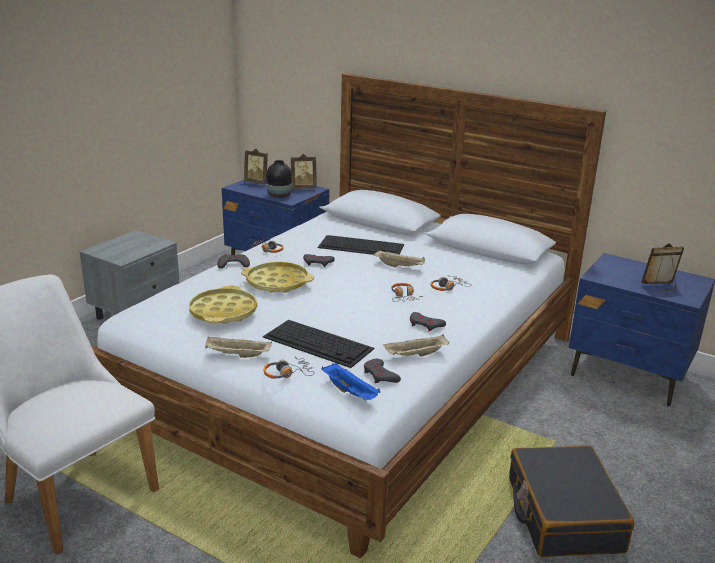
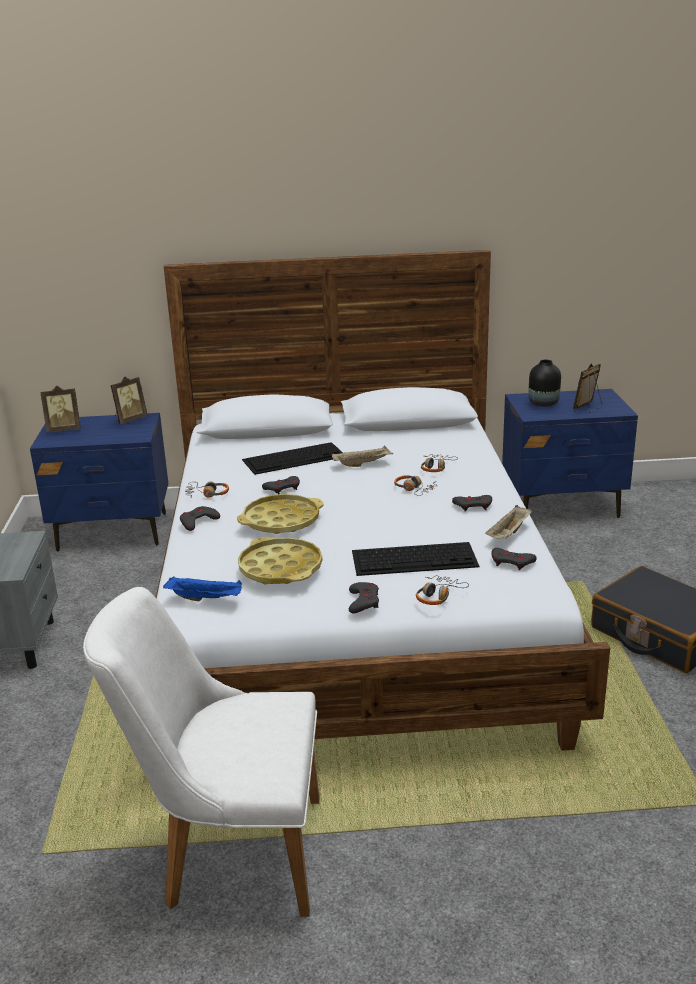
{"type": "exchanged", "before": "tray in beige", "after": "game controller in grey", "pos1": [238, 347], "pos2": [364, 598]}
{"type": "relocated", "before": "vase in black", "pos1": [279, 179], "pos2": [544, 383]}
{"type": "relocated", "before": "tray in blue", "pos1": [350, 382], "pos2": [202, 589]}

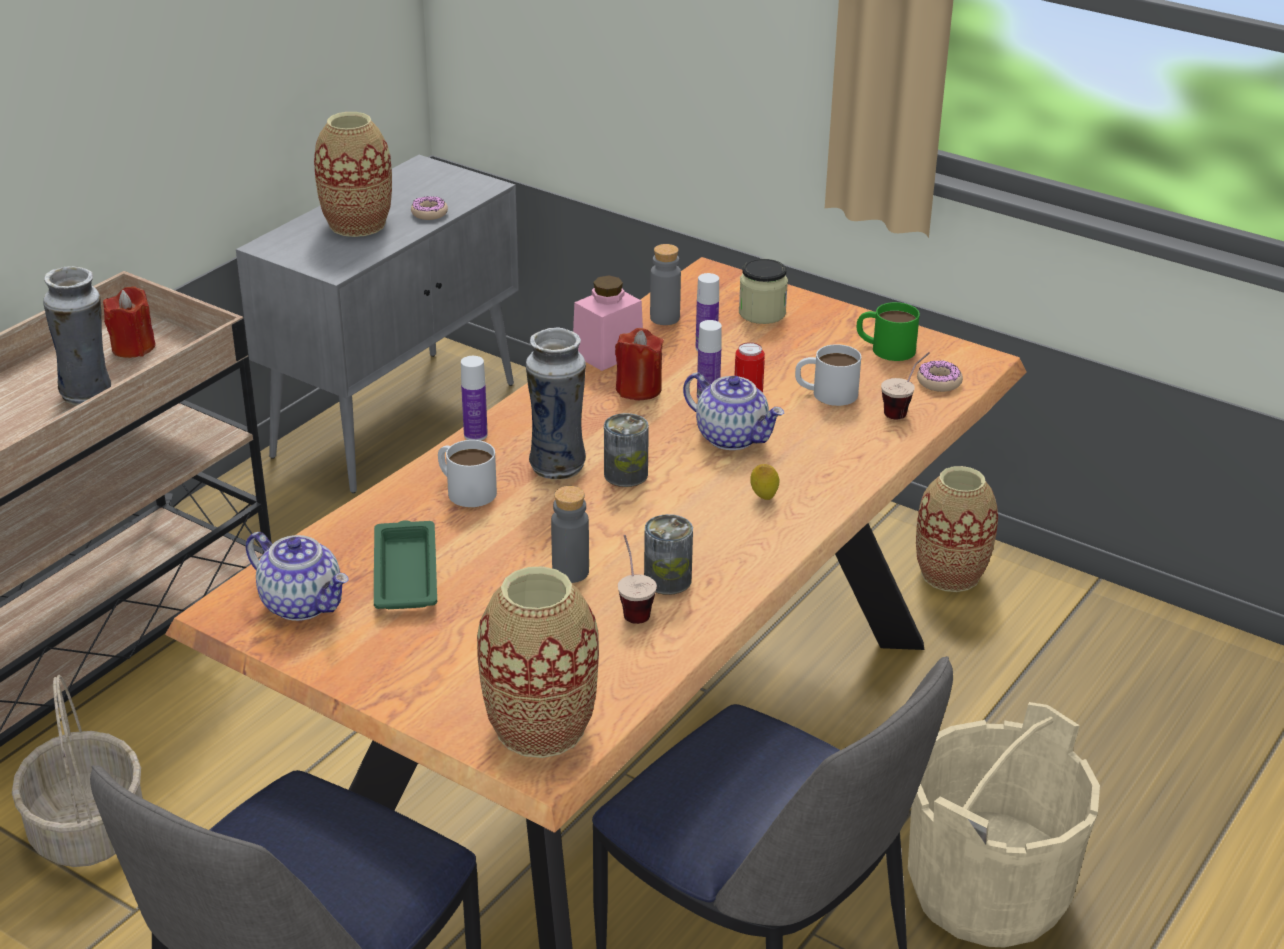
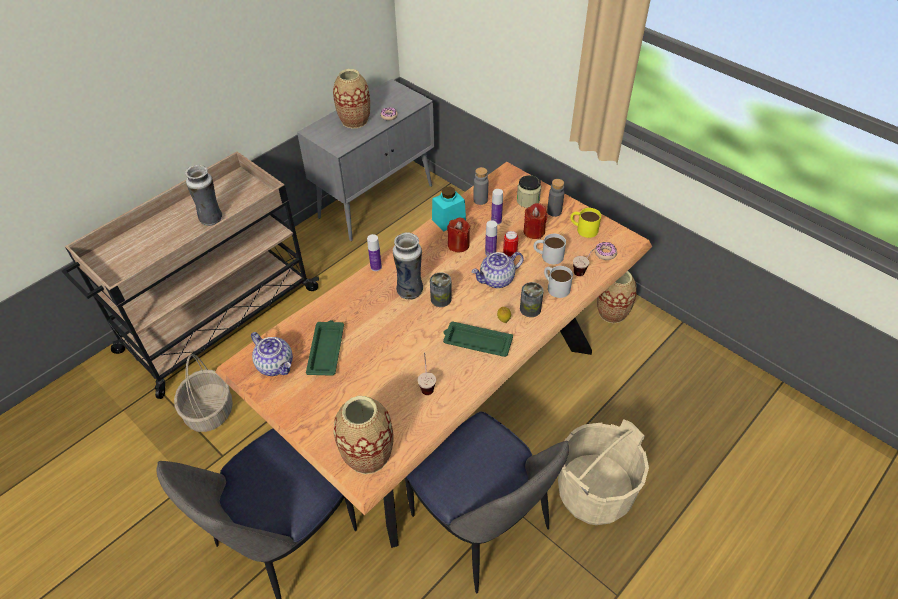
{"type": "relocated", "before": "candle in red", "pos1": [129, 322], "pos2": [535, 221]}
{"type": "relocated", "before": "mug in white", "pos1": [467, 473], "pos2": [558, 282]}
{"type": "relocated", "before": "bottle in grey", "pos1": [570, 534], "pos2": [555, 198]}
{"type": "colour", "before": "jar in pink", "after": "jar in turquoise", "pos1": [608, 323], "pos2": [449, 209]}
{"type": "relocated", "before": "can", "pos1": [668, 554], "pos2": [532, 299]}
{"type": "spun", "before": "teapot", "pos1": [733, 411], "pos2": [497, 270], "turn": 105}
{"type": "colour", "before": "mug in green", "after": "mug in yellow", "pos1": [888, 331], "pos2": [585, 223]}
{"type": "appeared", "after": "tray in green", "pos2": [478, 339]}

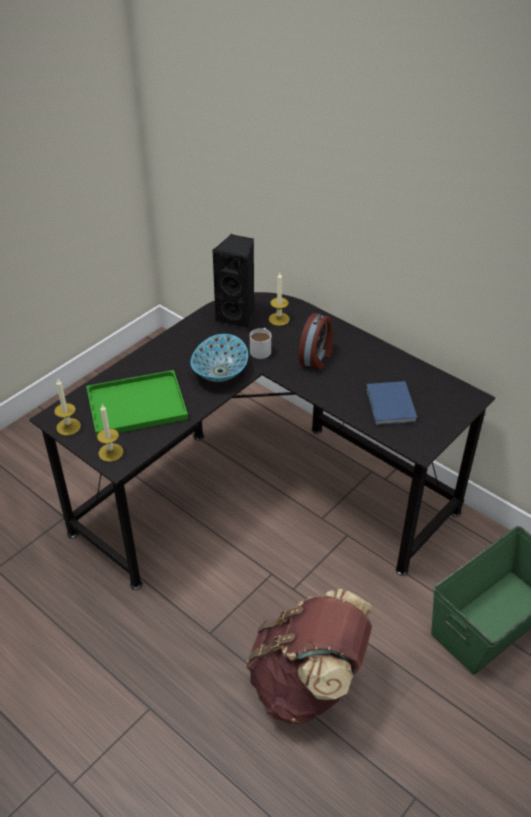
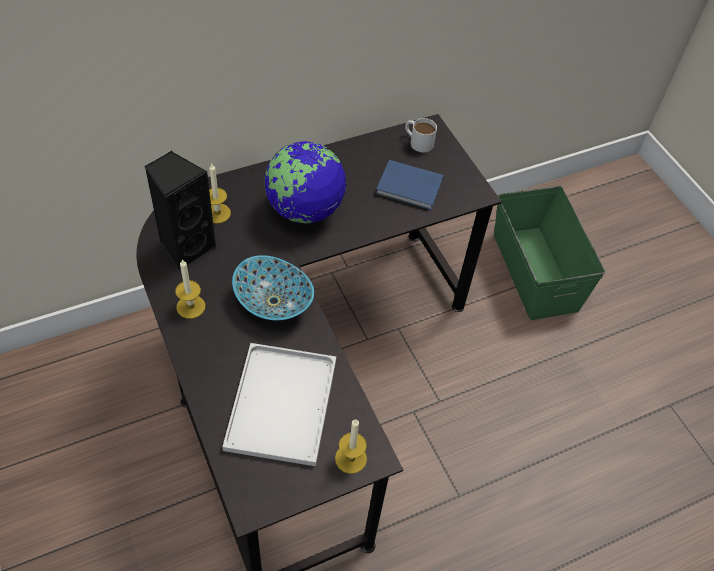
{"type": "relocated", "before": "candle", "pos1": [67, 407], "pos2": [190, 289]}
{"type": "colour", "before": "tray in green", "after": "tray in white", "pos1": [137, 403], "pos2": [279, 404]}
{"type": "missing", "before": "backpack in brown", "pos1": [309, 656]}
{"type": "relocated", "before": "mug in white", "pos1": [260, 343], "pos2": [421, 135]}
{"type": "exchanged", "before": "alarm clock", "after": "globe", "pos1": [316, 341], "pos2": [306, 182]}

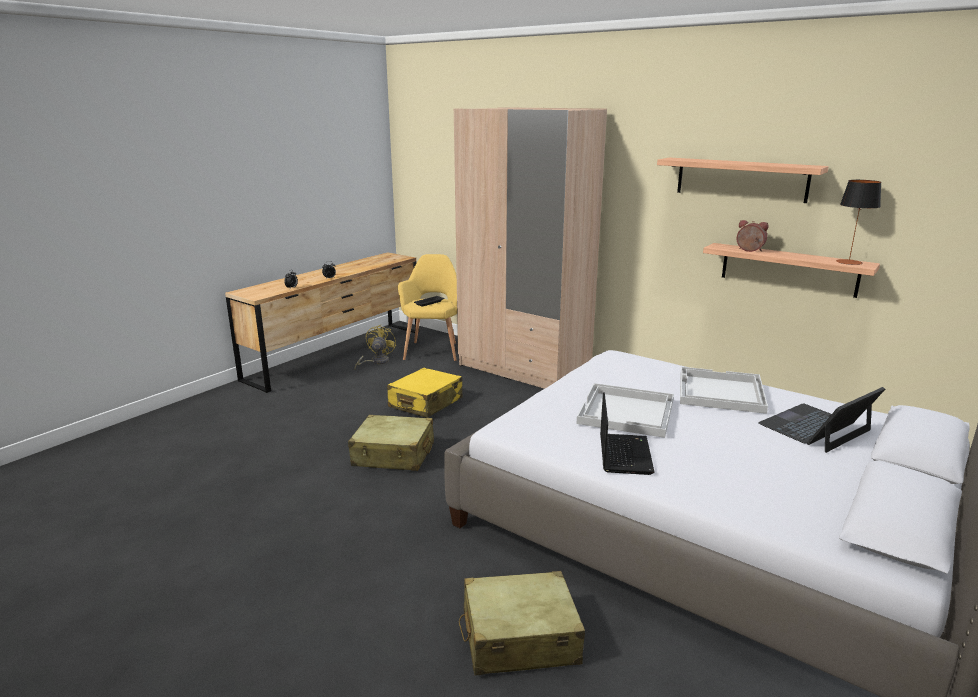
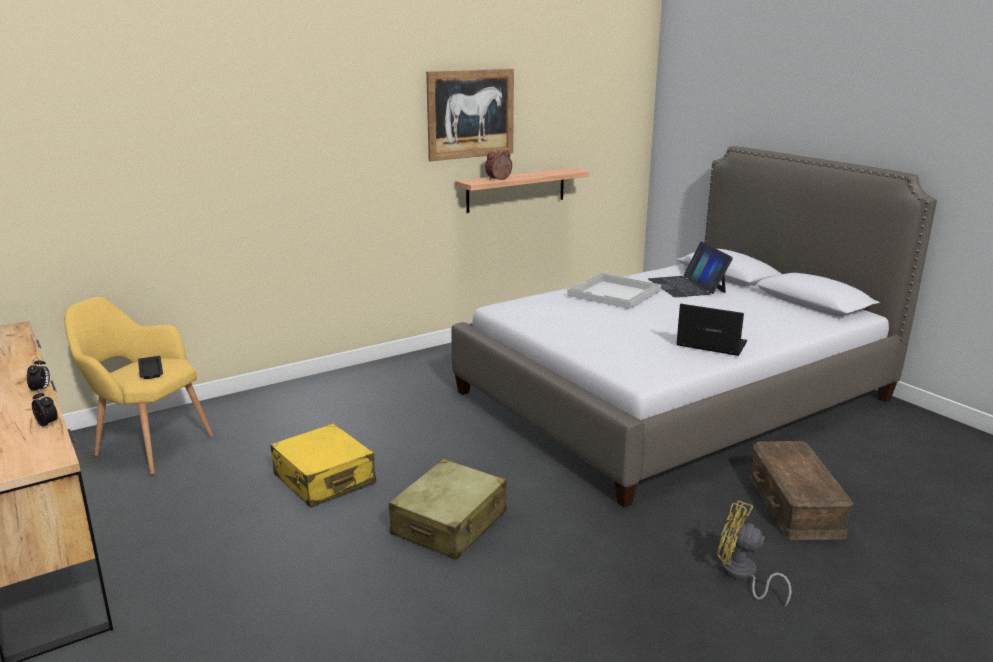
{"type": "relocated", "before": "fan in yellow", "pos1": [375, 346], "pos2": [754, 554]}
{"type": "missing", "before": "wardrobe in beige", "pos1": [530, 248]}
{"type": "exchanged", "before": "suitcase in beige", "after": "storage box in brown", "pos1": [522, 623], "pos2": [801, 490]}
{"type": "missing", "before": "tray in white", "pos1": [625, 410]}
{"type": "exchanged", "before": "shelf", "after": "picture", "pos1": [743, 180], "pos2": [470, 115]}
{"type": "missing", "before": "table lamp", "pos1": [859, 222]}

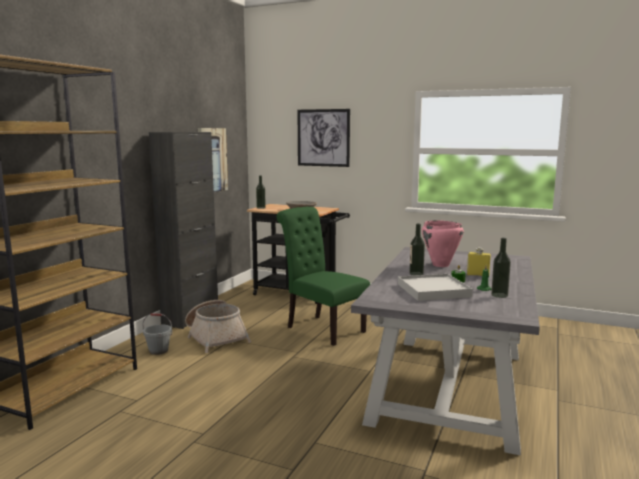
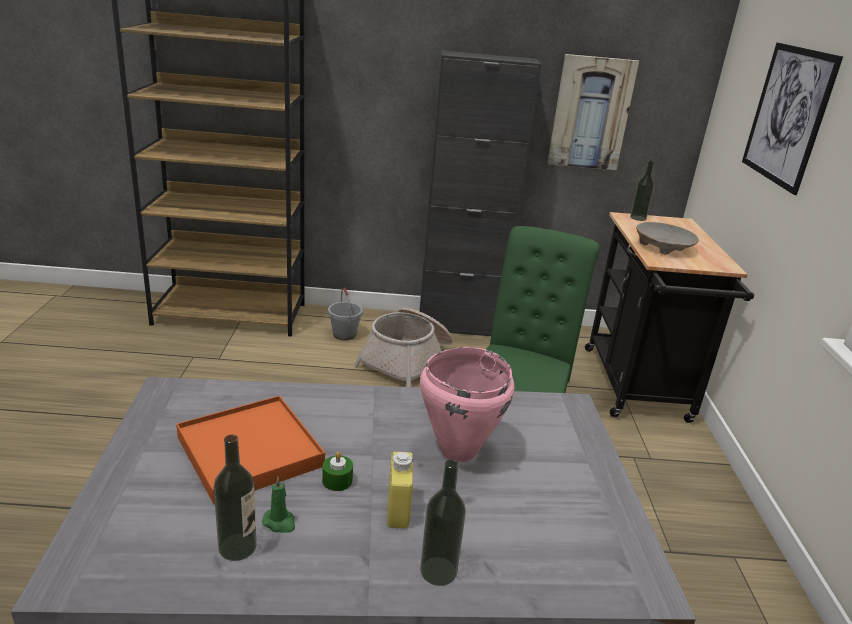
{"type": "colour", "before": "tray in white", "after": "tray in orange", "pos1": [435, 287], "pos2": [250, 450]}
{"type": "relocated", "before": "bottle", "pos1": [417, 249], "pos2": [443, 522]}

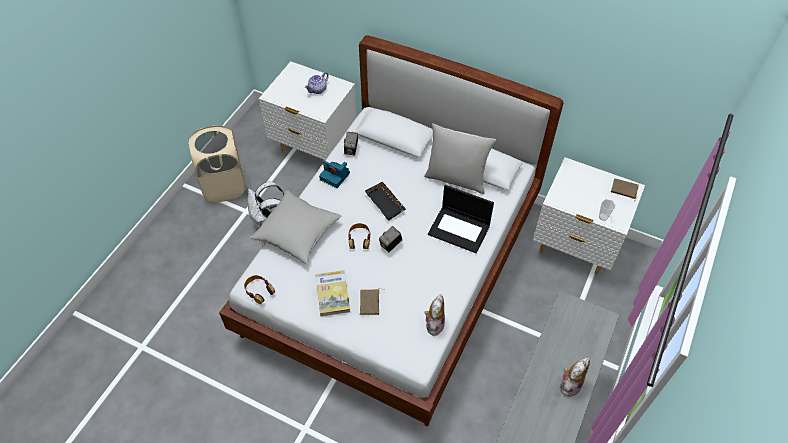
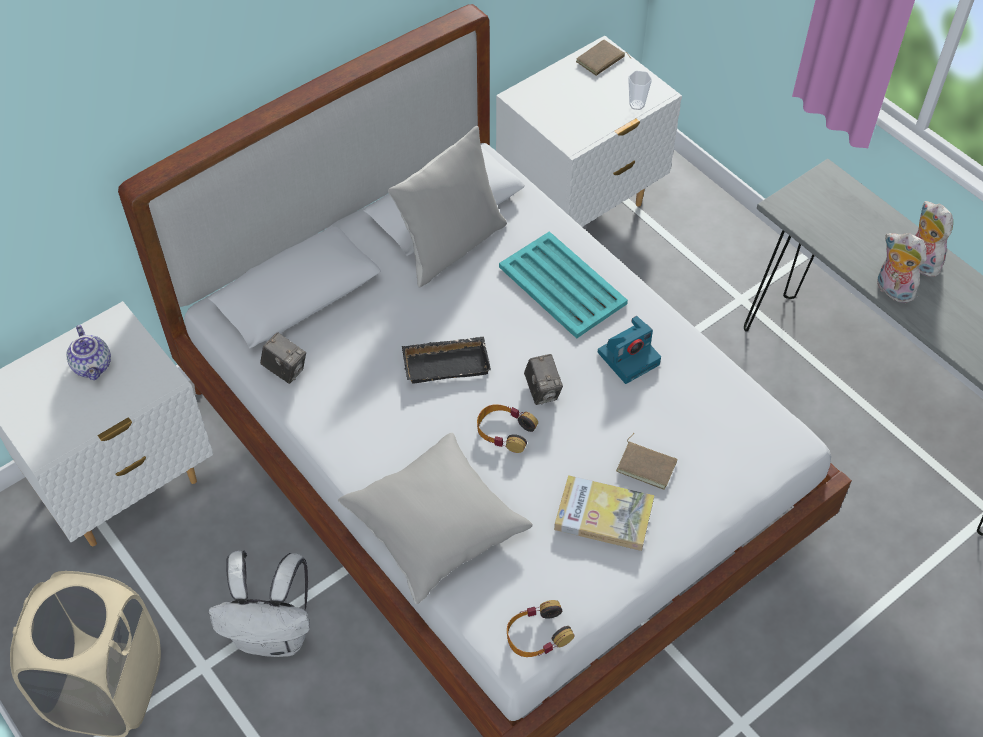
{"type": "relocated", "before": "photo camera", "pos1": [334, 174], "pos2": [629, 350]}
{"type": "relocated", "before": "plush toy", "pos1": [435, 315], "pos2": [902, 268]}
{"type": "exchanged", "before": "laptop", "after": "tray in turquoise", "pos1": [461, 219], "pos2": [563, 285]}

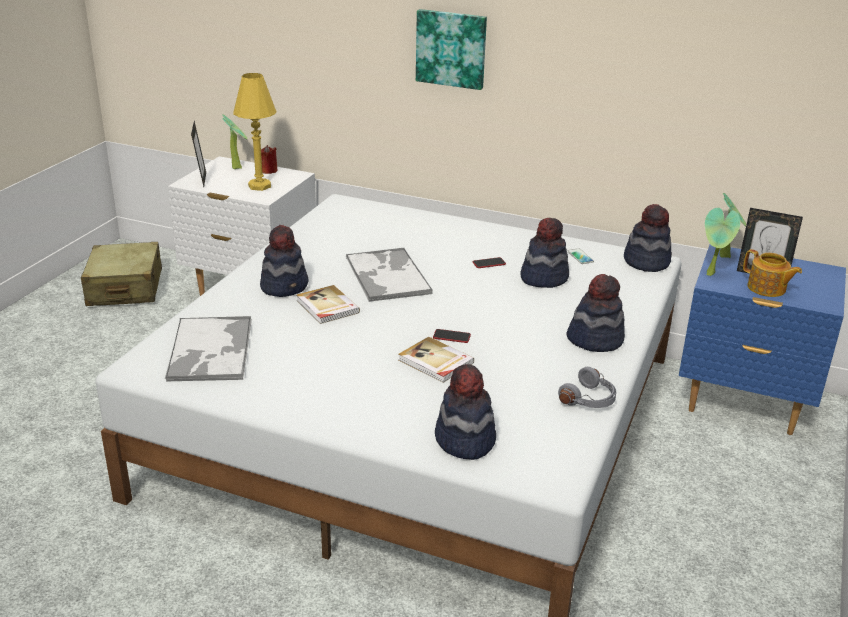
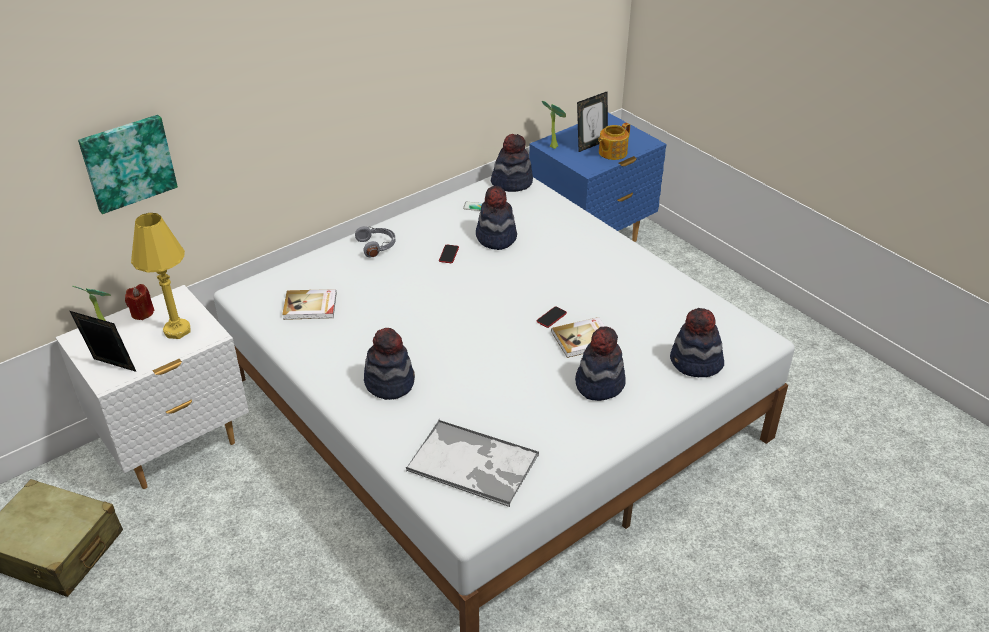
{"type": "relocated", "before": "book", "pos1": [328, 304], "pos2": [309, 304]}
{"type": "missing", "before": "tray", "pos1": [389, 275]}
{"type": "relocated", "before": "picture", "pos1": [451, 49], "pos2": [128, 164]}
{"type": "relocated", "before": "headphones in grey", "pos1": [587, 387], "pos2": [375, 241]}
{"type": "relocated", "before": "hat", "pos1": [595, 313], "pos2": [600, 363]}
{"type": "missing", "before": "potted plant", "pos1": [722, 242]}
{"type": "spun", "before": "teapot", "pos1": [772, 273], "pos2": [614, 141], "turn": 150}

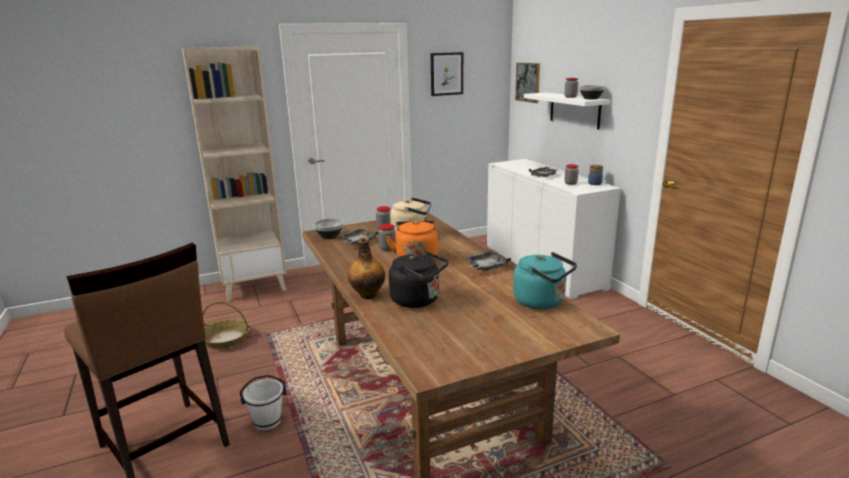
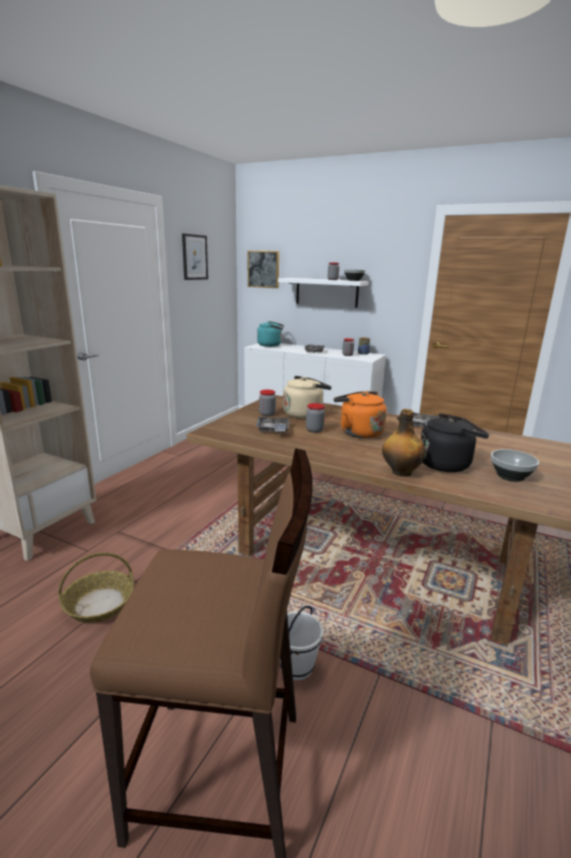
{"type": "relocated", "before": "bowl", "pos1": [328, 228], "pos2": [515, 465]}
{"type": "relocated", "before": "kettle in turquoise", "pos1": [545, 280], "pos2": [270, 334]}

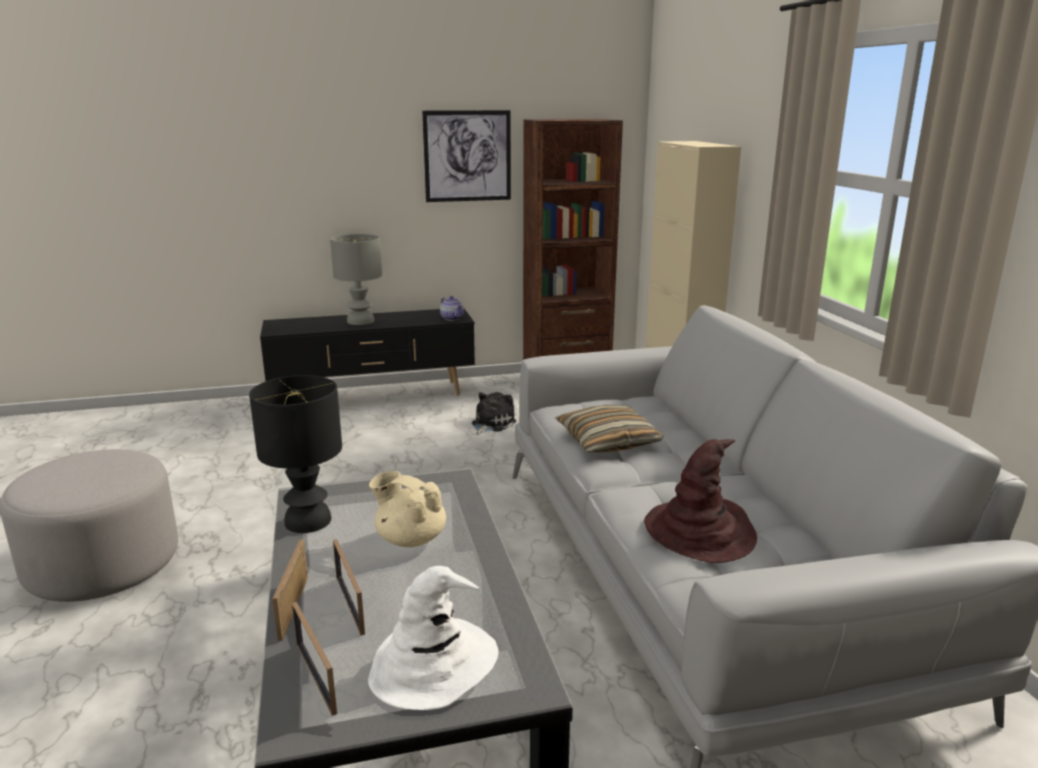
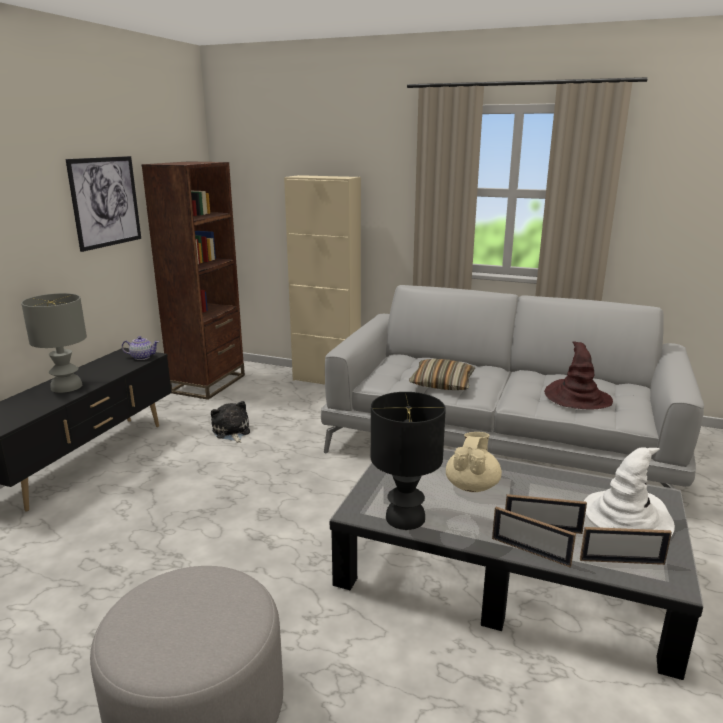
{"type": "spun", "before": "teapot in beige", "pos1": [407, 509], "pos2": [474, 462], "turn": 135}

